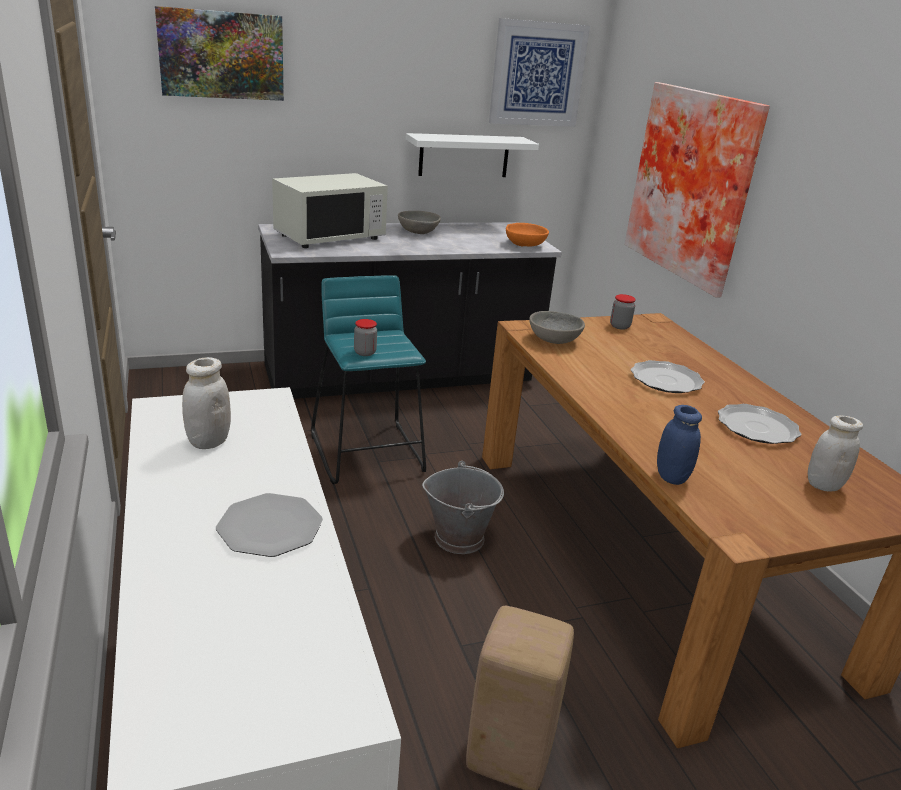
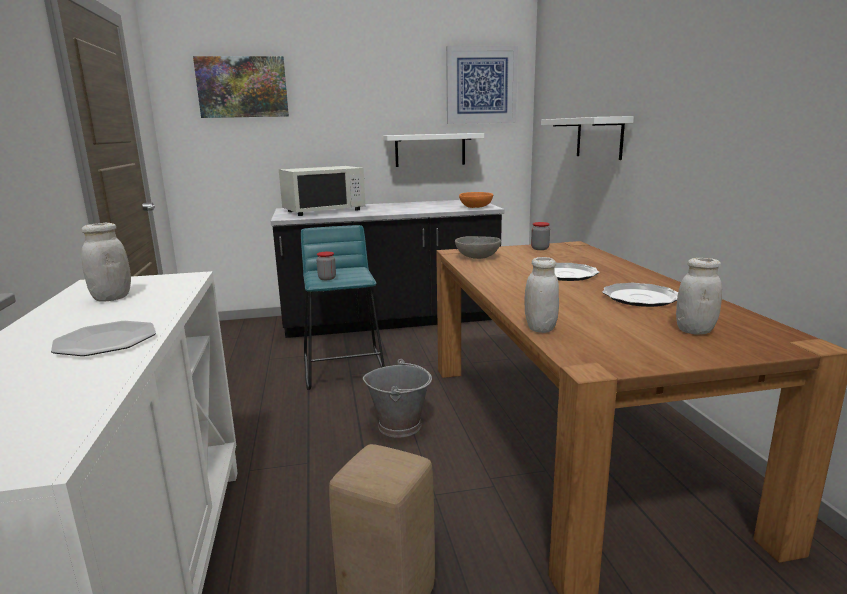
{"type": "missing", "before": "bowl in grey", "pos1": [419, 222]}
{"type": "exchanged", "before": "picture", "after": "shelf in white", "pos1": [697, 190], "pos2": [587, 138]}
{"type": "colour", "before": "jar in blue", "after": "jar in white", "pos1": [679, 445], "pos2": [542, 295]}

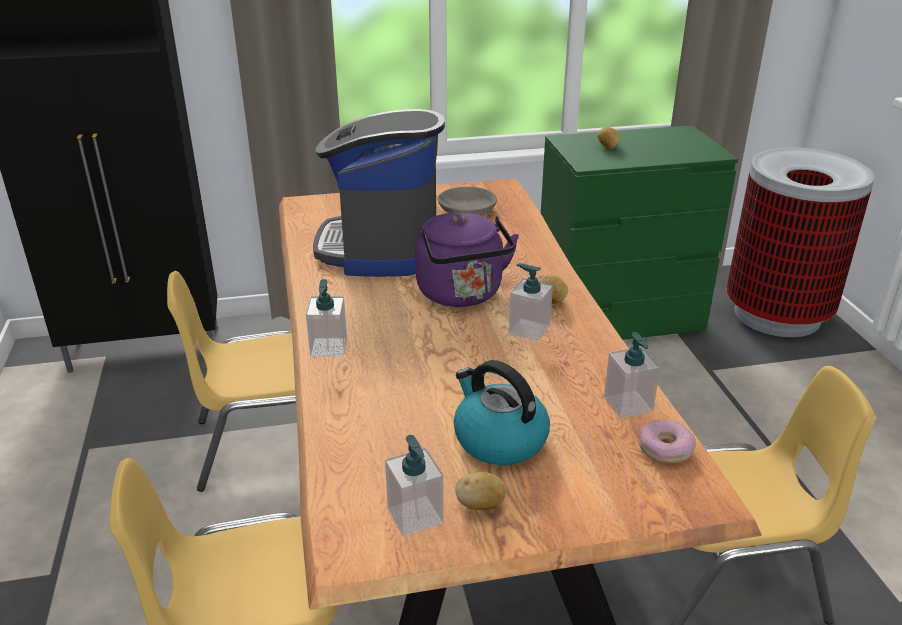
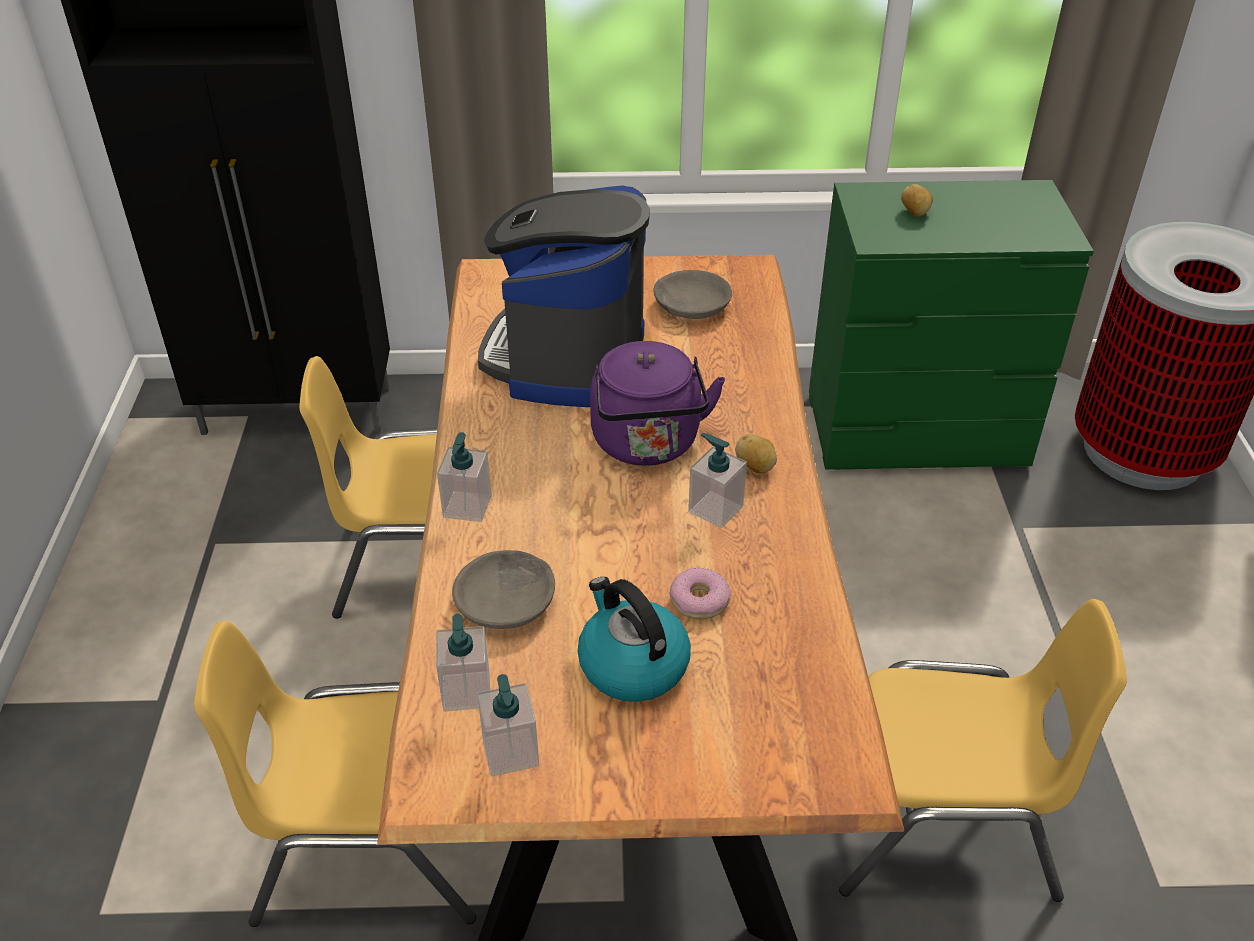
{"type": "missing", "before": "potato", "pos1": [480, 491]}
{"type": "relocated", "before": "soap dispenser", "pos1": [632, 375], "pos2": [463, 663]}
{"type": "relocated", "before": "donut", "pos1": [667, 442], "pos2": [700, 593]}
{"type": "appeared", "after": "bowl in grey", "pos2": [503, 589]}

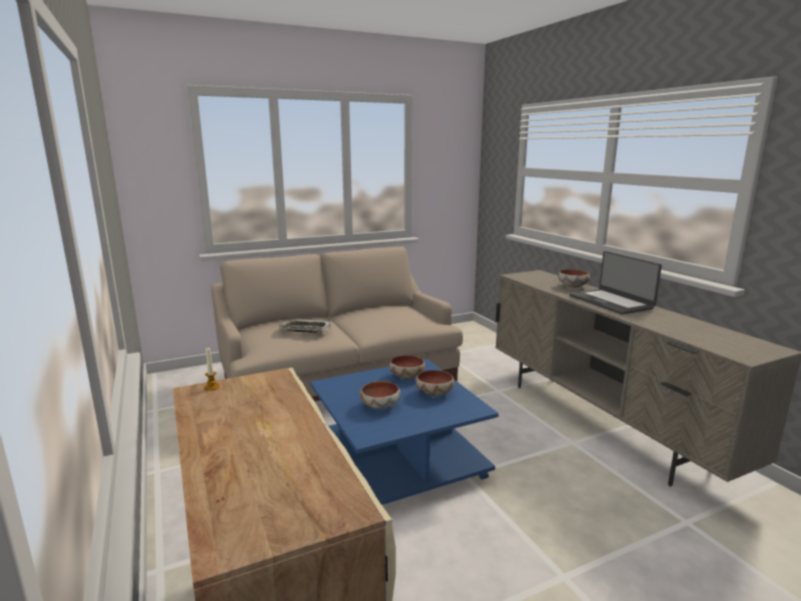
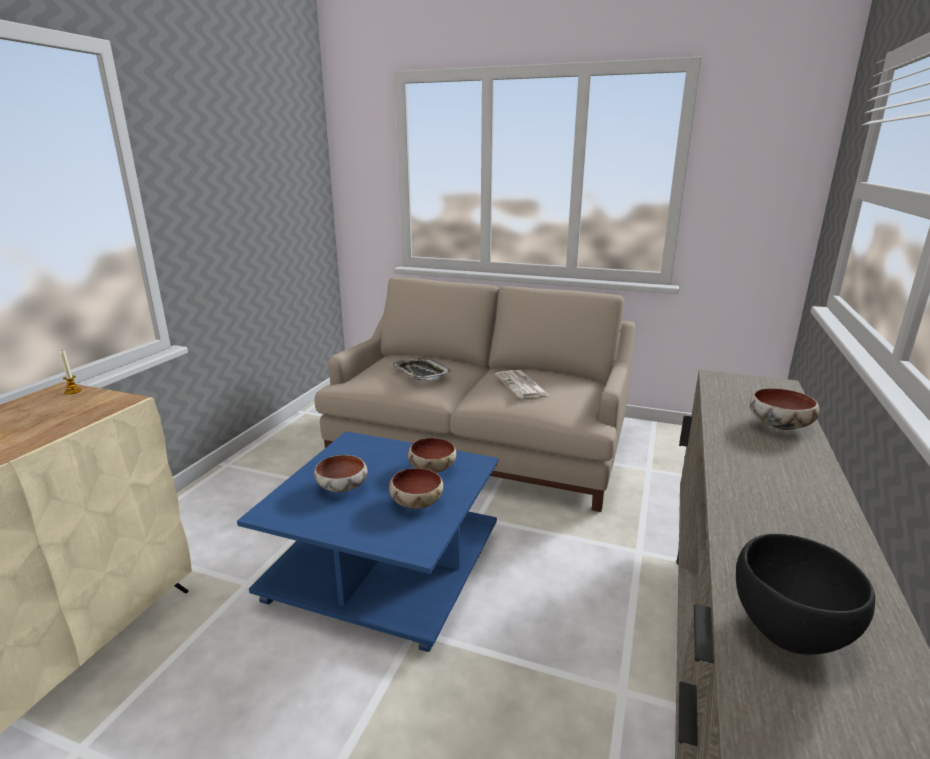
{"type": "missing", "before": "laptop", "pos1": [615, 283]}
{"type": "appeared", "after": "newspaper", "pos2": [522, 384]}
{"type": "appeared", "after": "bowl in black", "pos2": [805, 594]}

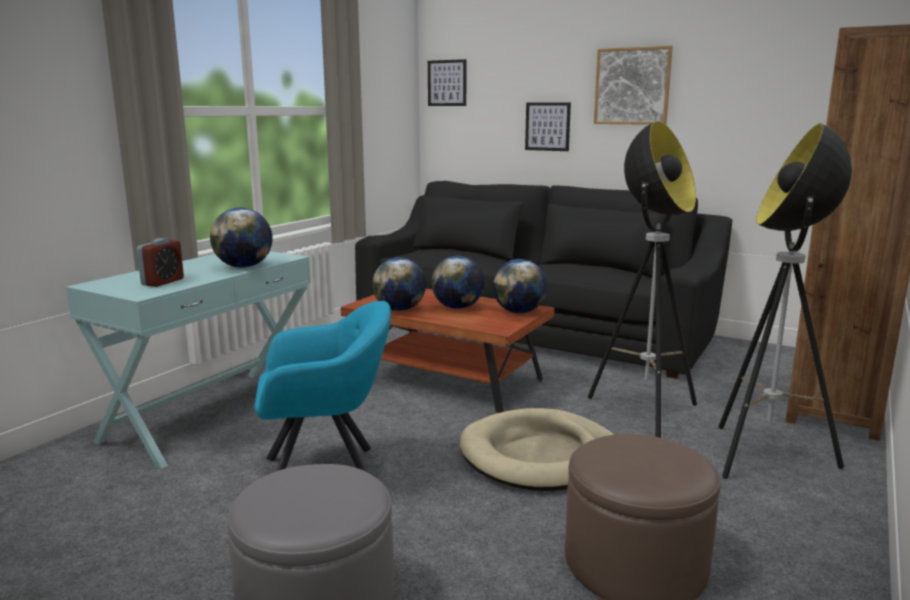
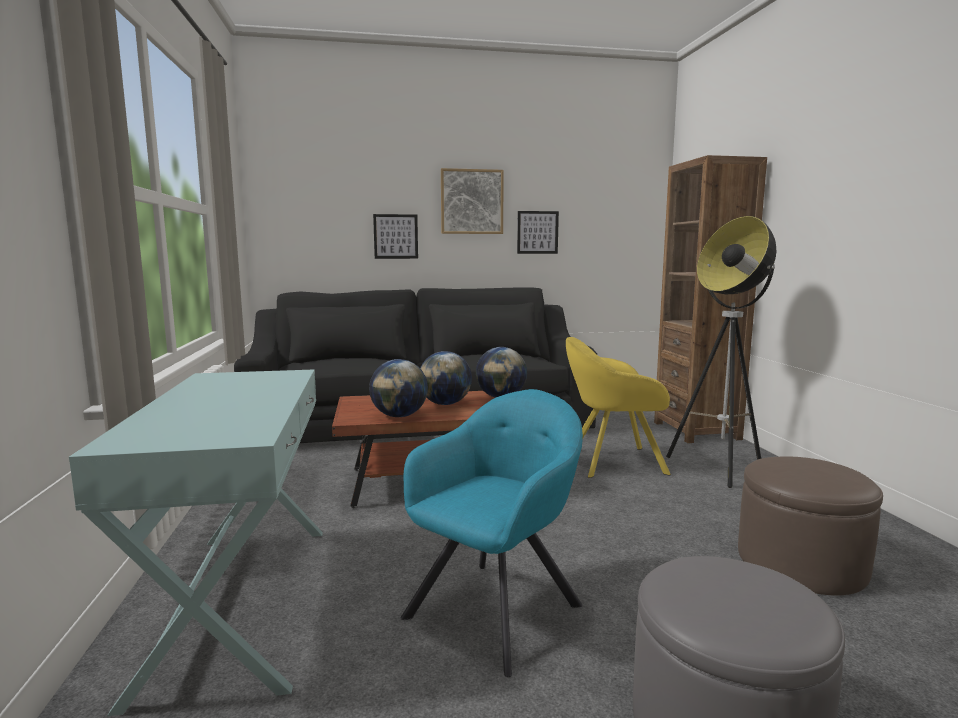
{"type": "missing", "before": "alarm clock", "pos1": [160, 262]}
{"type": "missing", "before": "globe", "pos1": [241, 238]}
{"type": "relocated", "before": "picture", "pos1": [447, 82], "pos2": [538, 232]}
{"type": "missing", "before": "dog bed in beige", "pos1": [537, 449]}
{"type": "exchanged", "before": "floor lamp", "after": "armchair in yellow", "pos1": [642, 279], "pos2": [618, 407]}

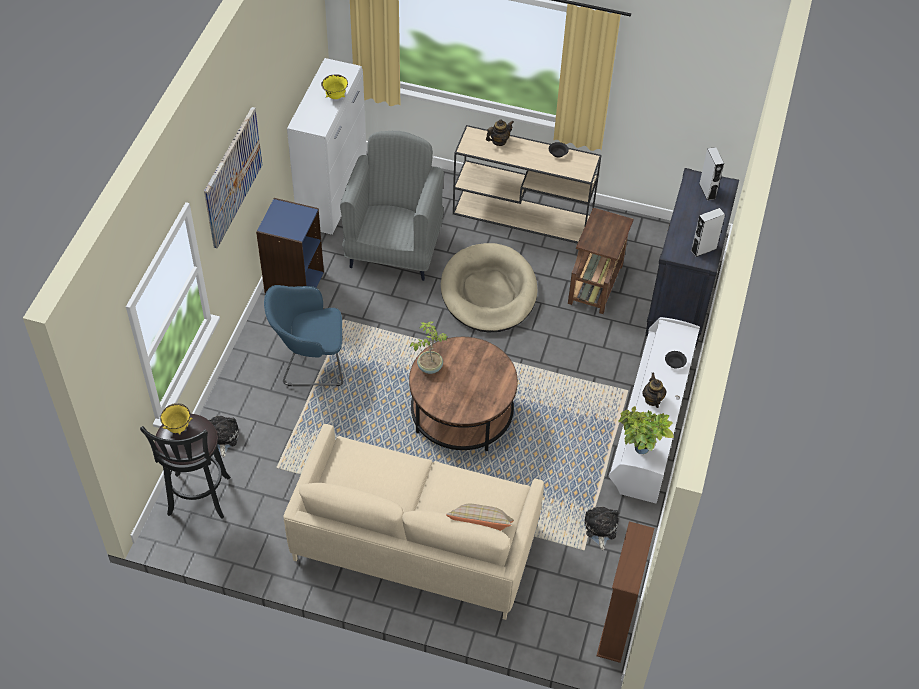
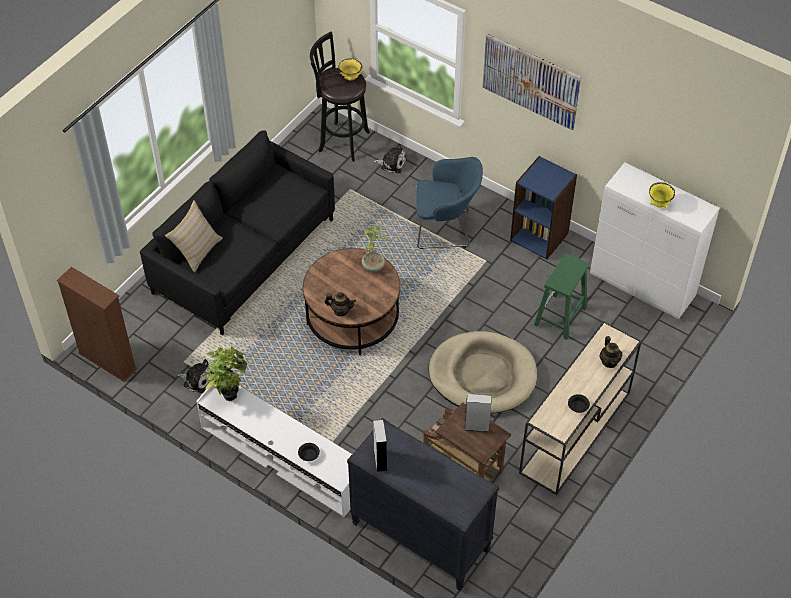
{"type": "spun", "before": "armchair in blue", "pos1": [303, 335], "pos2": [449, 203], "turn": 75}
{"type": "colour", "before": "sofa in beige", "after": "sofa in black", "pos1": [413, 522], "pos2": [237, 233]}
{"type": "exchanged", "before": "armchair in grey", "after": "stool in green", "pos1": [392, 206], "pos2": [561, 296]}
{"type": "relocated", "before": "teapot", "pos1": [654, 390], "pos2": [340, 304]}
{"type": "relocated", "before": "speaker in grey", "pos1": [711, 173], "pos2": [478, 413]}

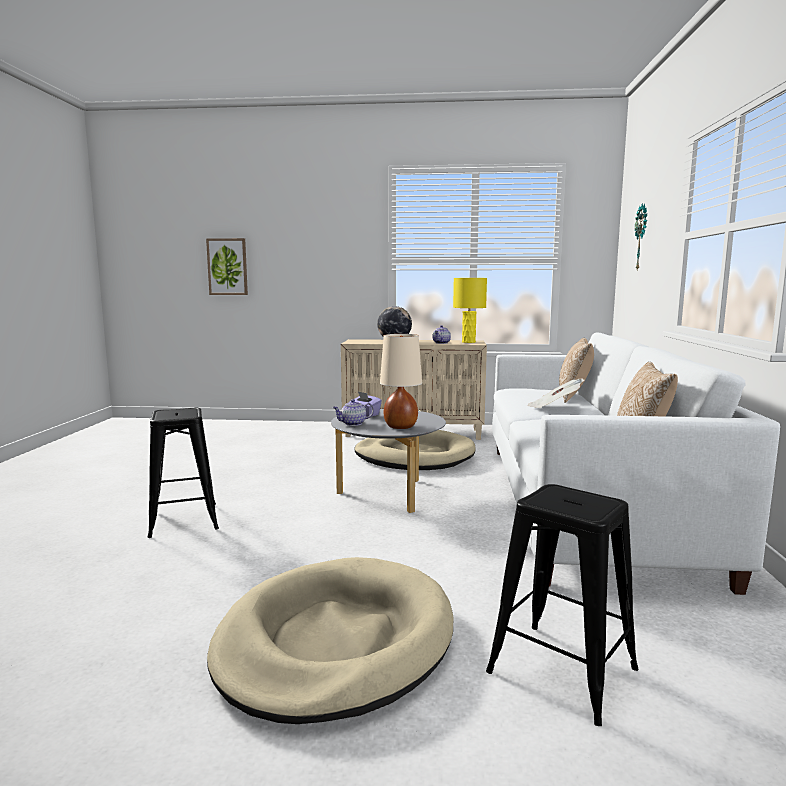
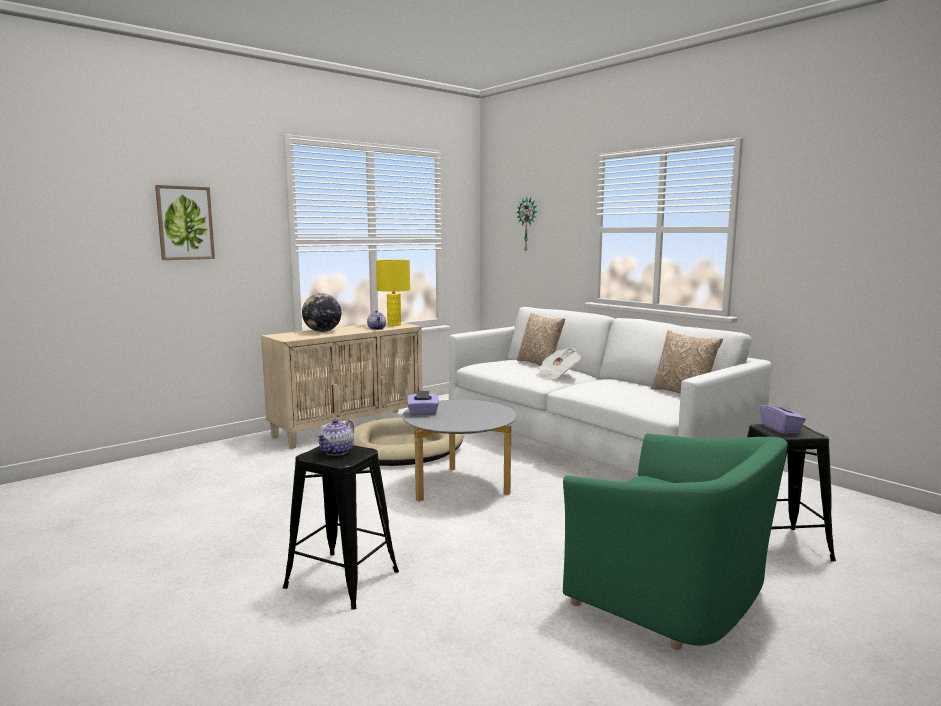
{"type": "relocated", "before": "picture", "pos1": [227, 266], "pos2": [185, 222]}
{"type": "exchanged", "before": "dog bed in beige", "after": "armchair in green", "pos1": [330, 640], "pos2": [675, 542]}
{"type": "relocated", "before": "teapot", "pos1": [353, 412], "pos2": [335, 437]}
{"type": "missing", "before": "table lamp in beige", "pos1": [401, 381]}
{"type": "appeared", "after": "tissue box in purple", "pos2": [783, 416]}

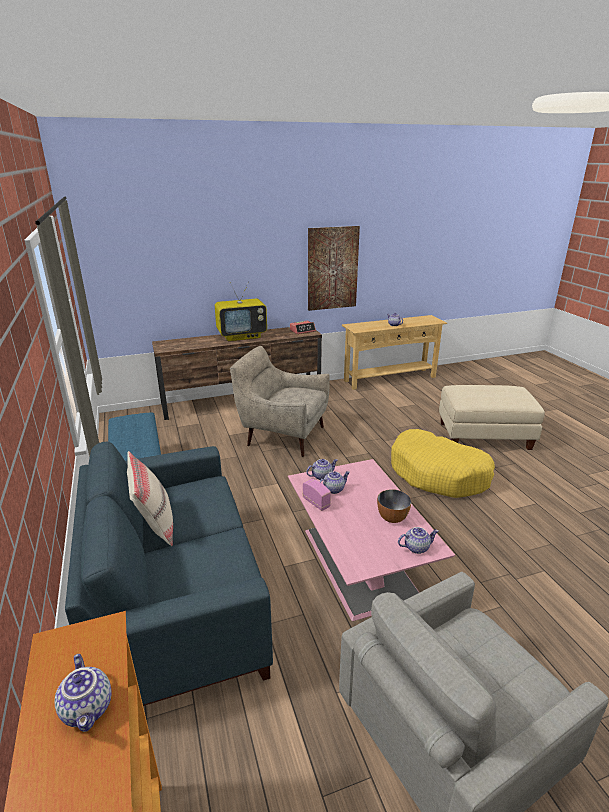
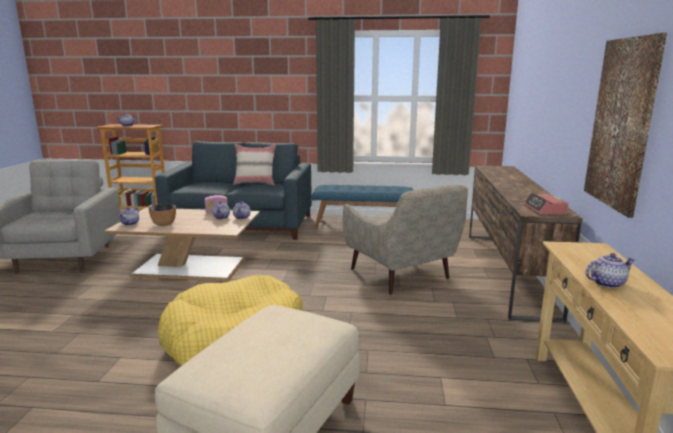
{"type": "missing", "before": "television", "pos1": [241, 311]}
{"type": "spun", "before": "armchair in beige", "pos1": [280, 401], "pos2": [405, 240], "turn": 105}
{"type": "colour", "before": "coffee table in pink", "after": "coffee table in brown", "pos1": [371, 540], "pos2": [182, 244]}

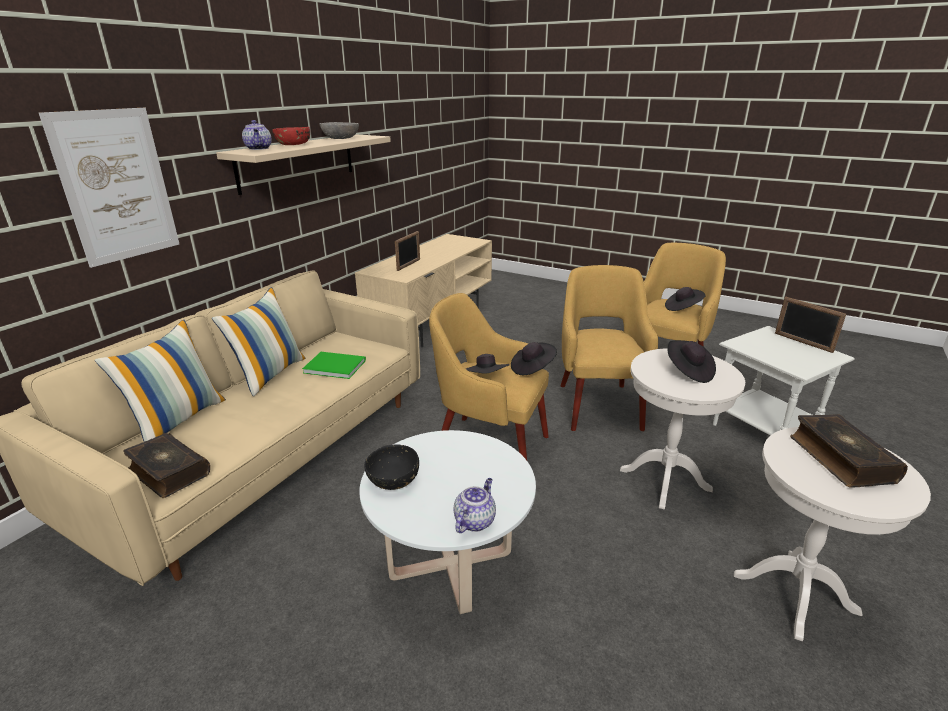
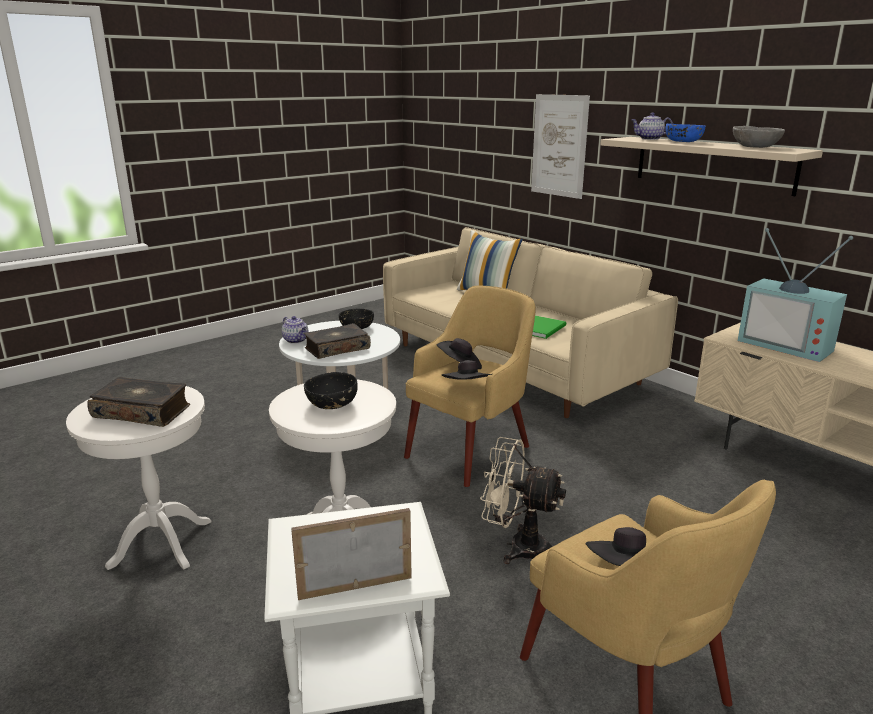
{"type": "relocated", "before": "book", "pos1": [166, 465], "pos2": [337, 341]}
{"type": "missing", "before": "pillow", "pos1": [258, 342]}
{"type": "colour", "before": "bowl in red", "after": "bowl in blue", "pos1": [291, 136], "pos2": [685, 133]}
{"type": "exchanged", "before": "picture frame", "after": "television", "pos1": [407, 251], "pos2": [795, 295]}
{"type": "exchanged", "before": "armchair in yellow", "after": "fan in beige", "pos1": [609, 348], "pos2": [523, 500]}
{"type": "exchanged", "before": "hat in black", "after": "bowl in black", "pos1": [692, 361], "pos2": [331, 390]}

